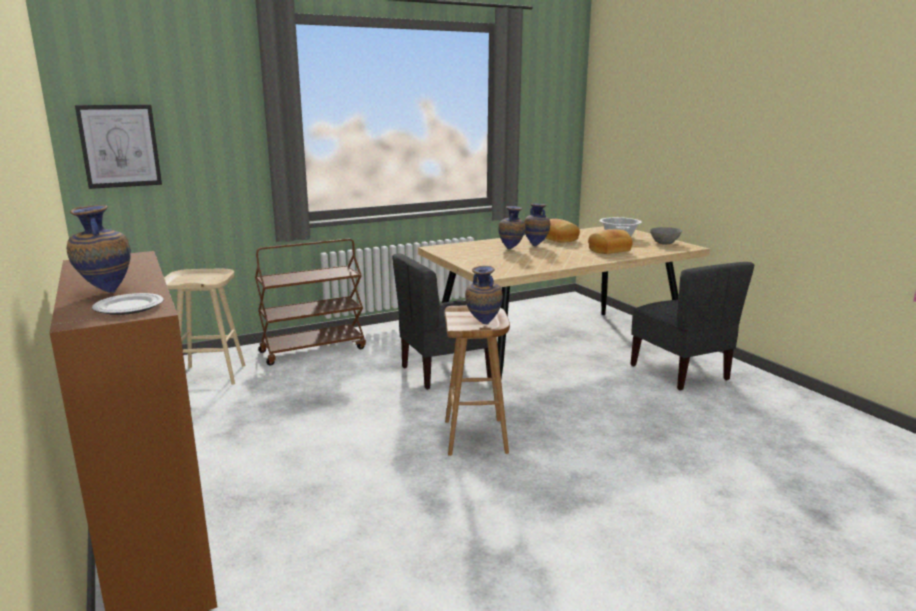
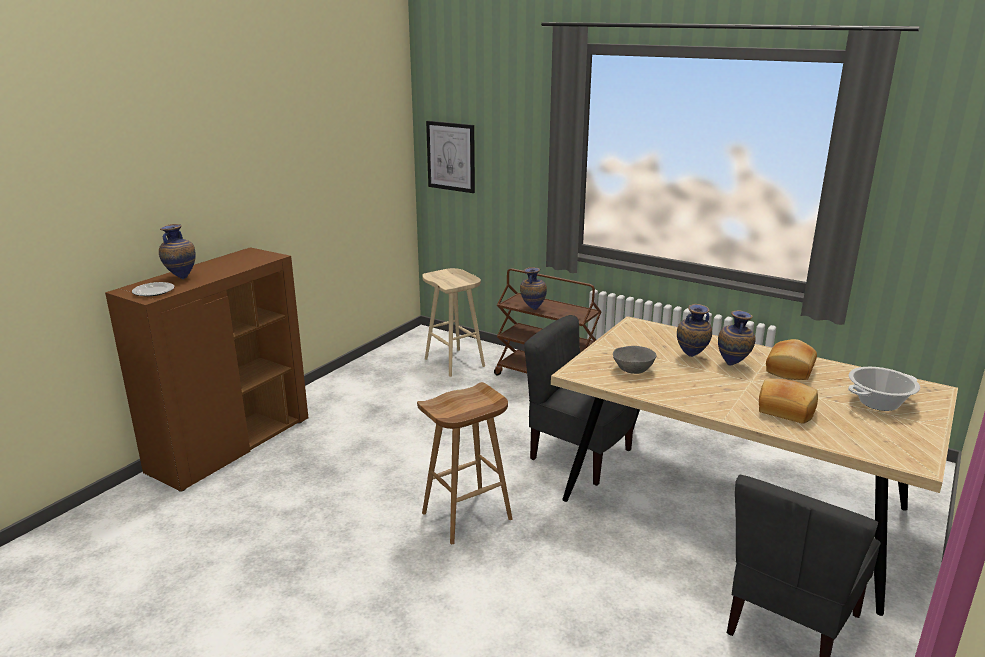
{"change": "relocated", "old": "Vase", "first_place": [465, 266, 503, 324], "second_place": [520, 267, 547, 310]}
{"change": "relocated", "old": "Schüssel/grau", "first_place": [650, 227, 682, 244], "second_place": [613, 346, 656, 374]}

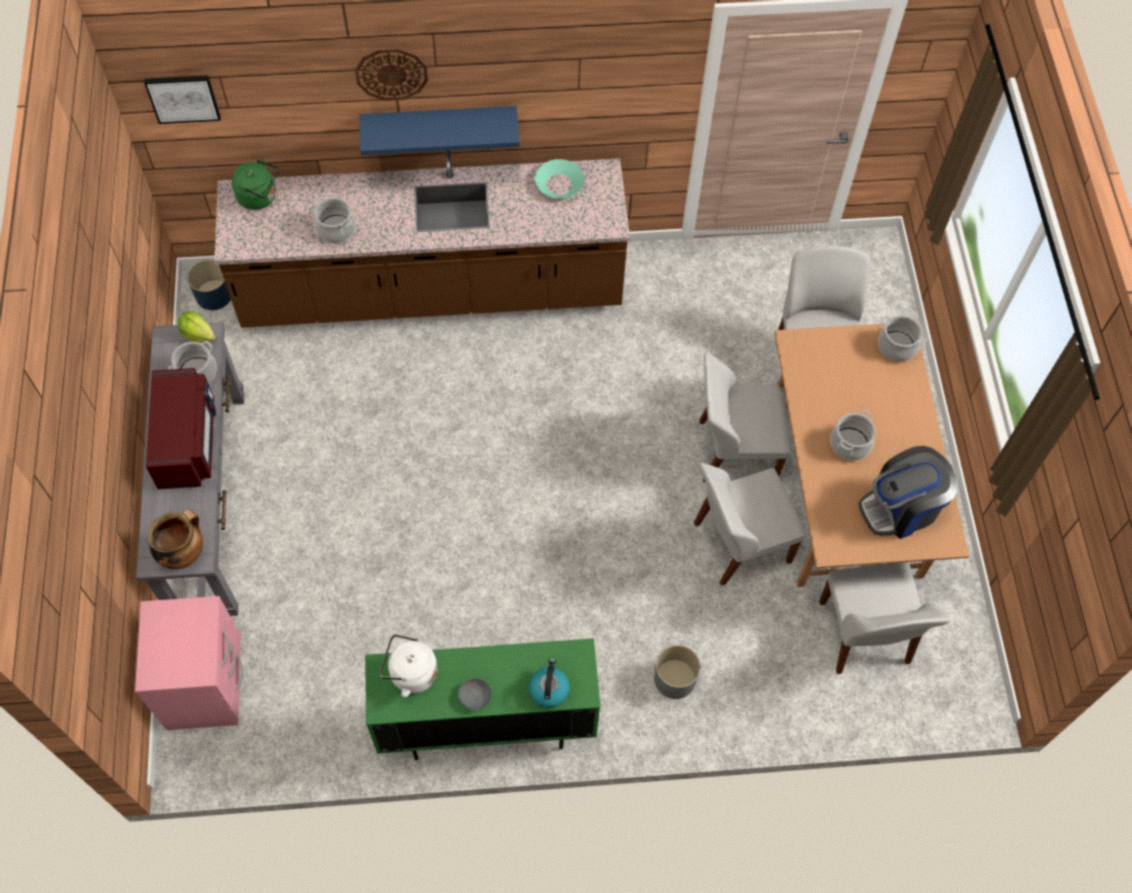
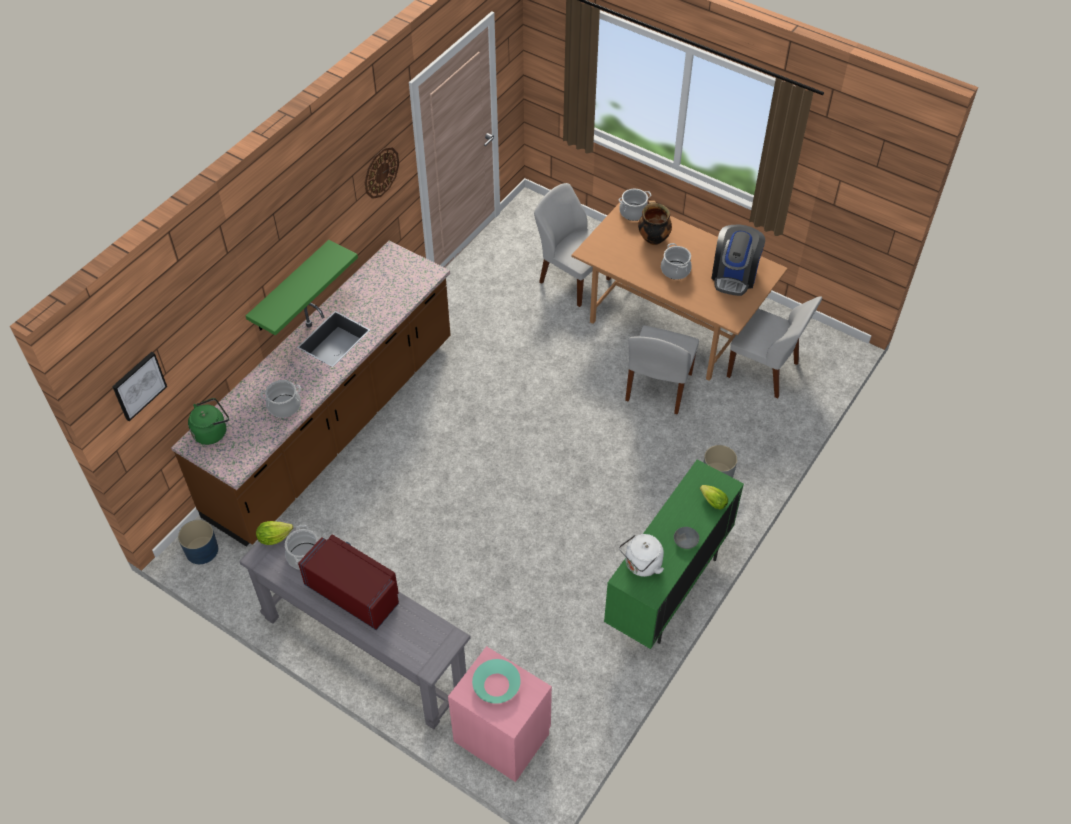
{"change": "colour", "old": "Wandregal/blau", "new": "Wandregal/grün", "first_place": [360, 106, 520, 155], "second_place": [246, 240, 358, 335]}
{"change": "relocated", "old": "Wanduhr", "first_place": [355, 49, 428, 101], "second_place": [365, 147, 399, 199]}
{"change": "relocated", "old": "Schüssel/türkis", "first_place": [535, 159, 584, 199], "second_place": [472, 659, 521, 704]}
{"change": "relocated", "old": "Kochtopf", "first_place": [147, 509, 203, 569], "second_place": [638, 200, 672, 245]}
{"change": "exchanged", "old": "Wasserkessel", "new": "Salatkopf", "first_place": [529, 658, 570, 708], "second_place": [700, 485, 728, 509]}
{"change": "missing", "old": "Stuhl/weiß", "first_place": [699, 352, 790, 482]}

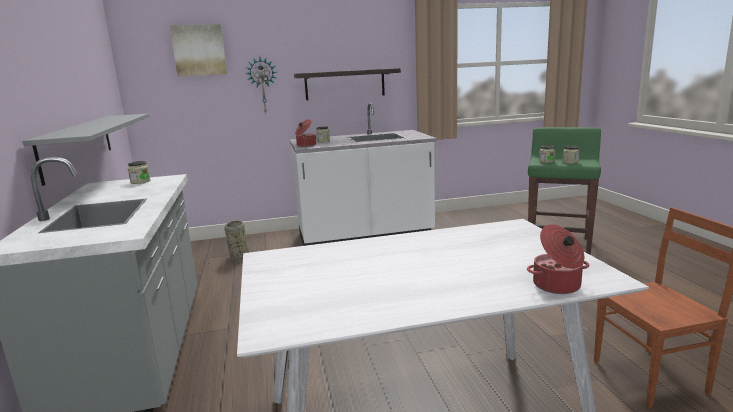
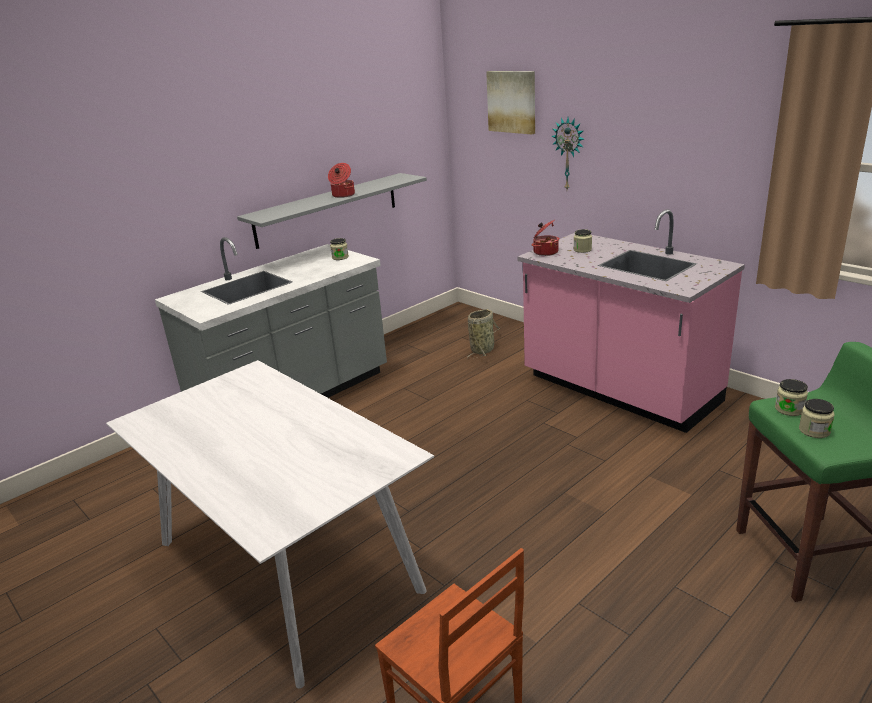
{"change": "relocated", "old": "Kochtopf", "first_place": [527, 224, 589, 294], "second_place": [328, 163, 355, 198]}
{"change": "colour", "old": "Küchenzeile/weiß", "new": "Küchenzeile/rosa", "first_place": [290, 103, 437, 246], "second_place": [518, 209, 745, 433]}
{"change": "missing", "old": "Wandregal", "first_place": [294, 68, 401, 100]}

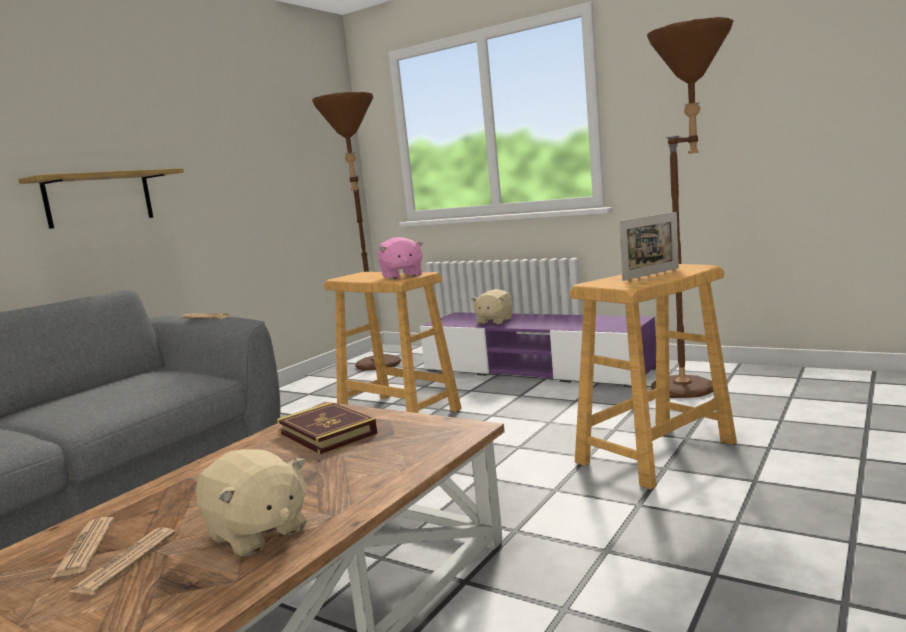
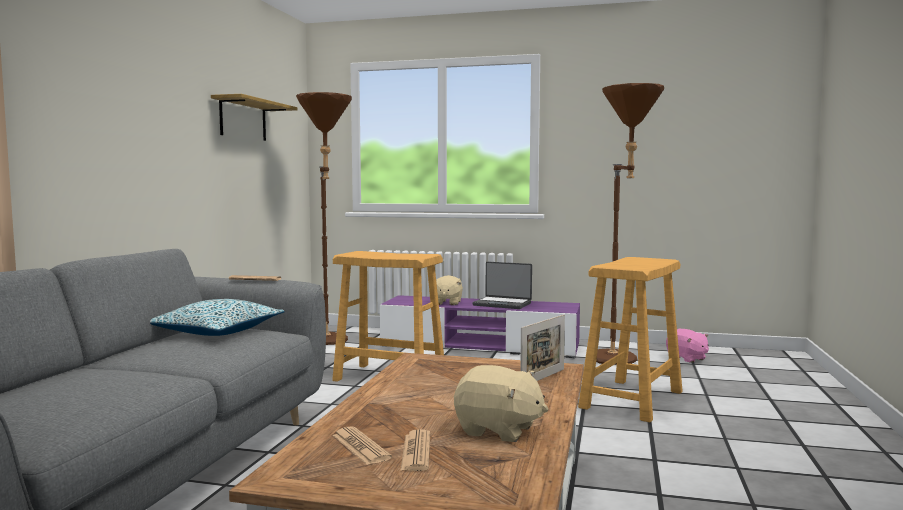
{"change": "appeared", "new": "Kissen", "second_place": [150, 299, 285, 336]}
{"change": "relocated", "old": "Wandregal", "first_place": [18, 168, 184, 229], "second_place": [211, 94, 297, 141]}
{"change": "appeared", "new": "Laptop", "second_place": [472, 262, 532, 309]}
{"change": "relocated", "old": "Bilderrahmen", "first_place": [619, 212, 679, 281], "second_place": [520, 314, 565, 381]}
{"change": "relocated", "old": "Plüschtier/rosa", "first_place": [378, 237, 424, 280], "second_place": [666, 329, 709, 363]}
{"change": "missing", "old": "Buch", "first_place": [277, 402, 378, 454]}

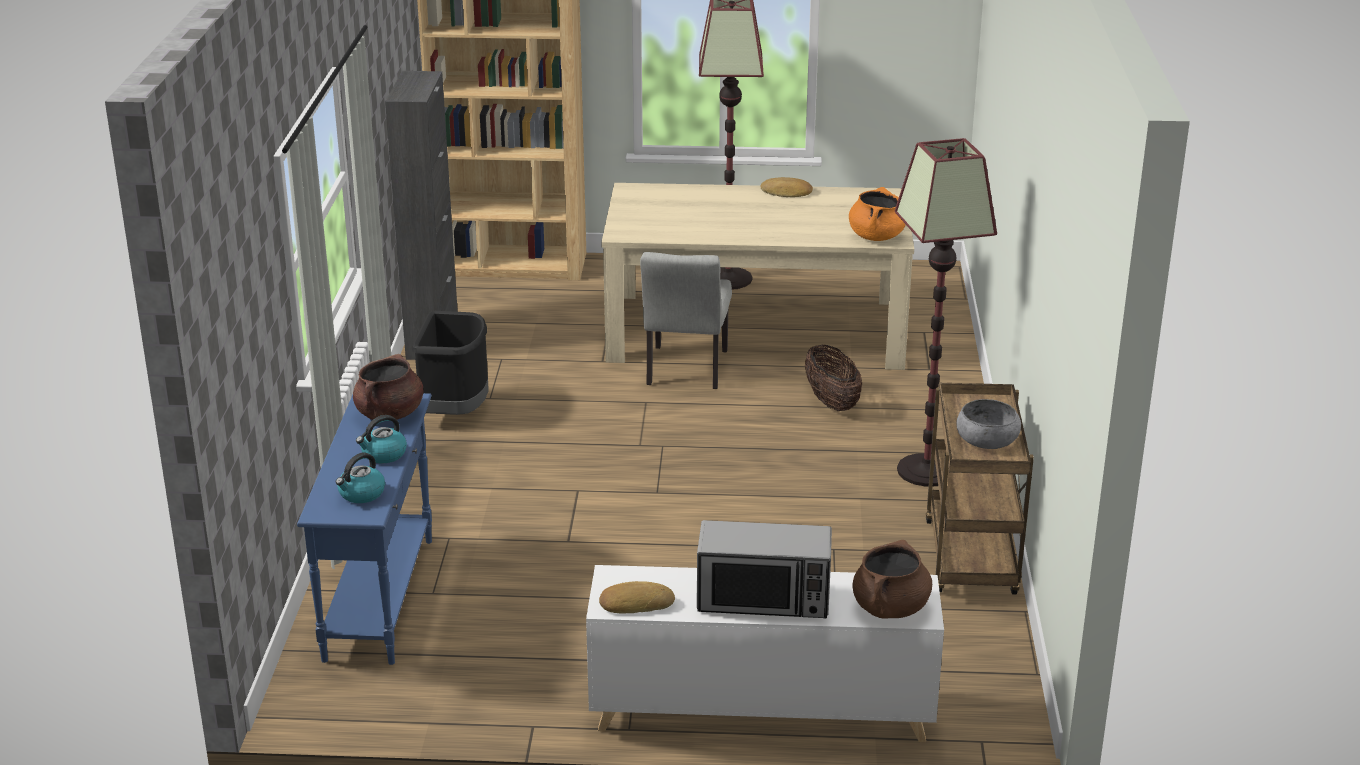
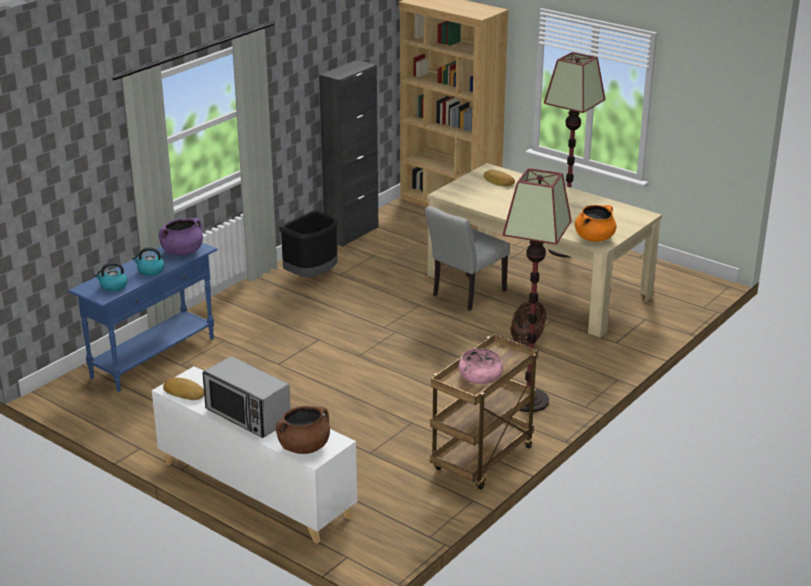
{"change": "colour", "old": "Kochtopf/braun", "new": "Kochtopf/lila", "first_place": [353, 354, 423, 420], "second_place": [159, 218, 203, 256]}
{"change": "colour", "old": "Schüssel/grau", "new": "Schüssel/rosa", "first_place": [956, 399, 1021, 449], "second_place": [459, 348, 503, 384]}
{"change": "relocated", "old": "Brot", "first_place": [761, 177, 813, 197], "second_place": [484, 169, 515, 186]}

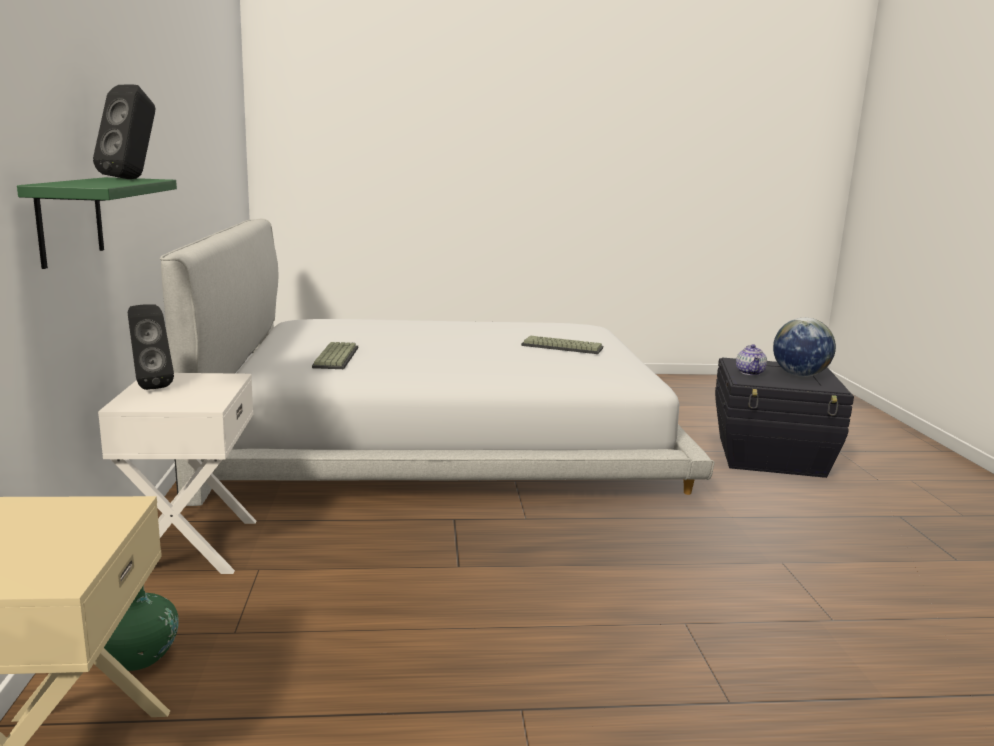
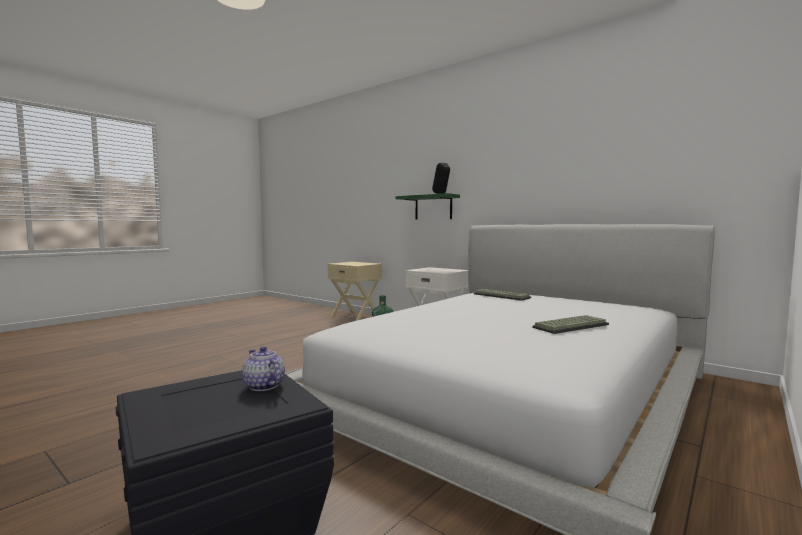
{"change": "relocated", "old": "Tastatur", "first_place": [521, 336, 603, 354], "second_place": [533, 315, 609, 334]}
{"change": "missing", "old": "Lautsprecher/schwarz", "first_place": [128, 304, 174, 390]}
{"change": "missing", "old": "Globus", "first_place": [773, 318, 836, 377]}

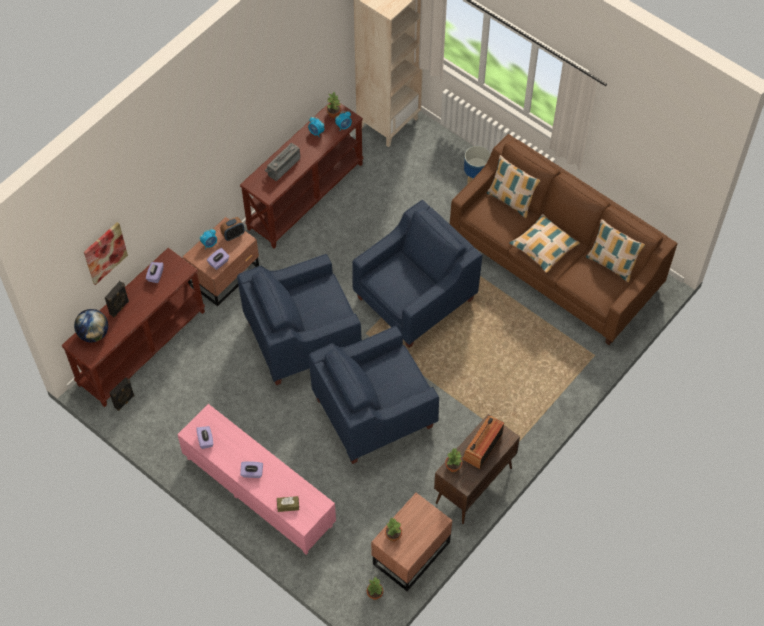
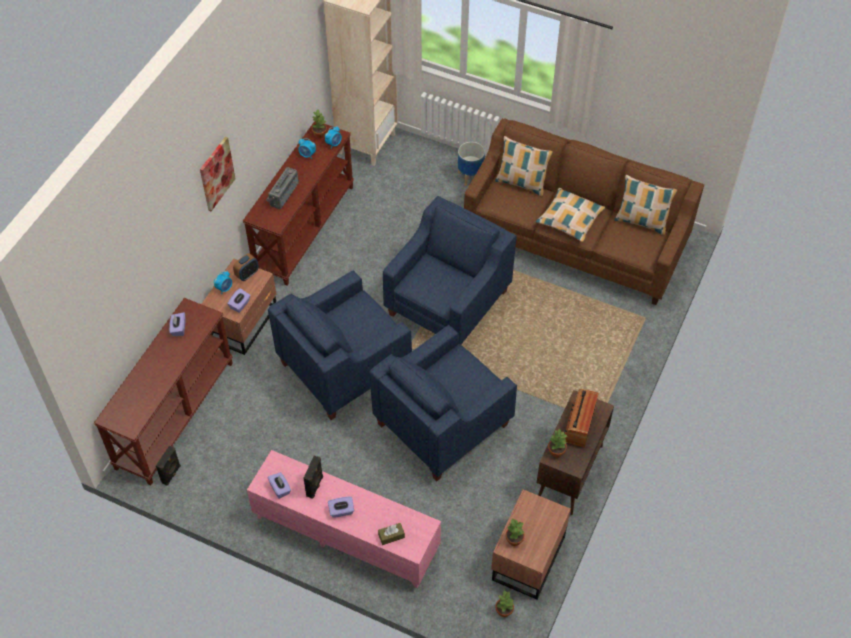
{"change": "relocated", "old": "Bild", "first_place": [84, 222, 128, 285], "second_place": [200, 137, 235, 211]}
{"change": "relocated", "old": "Lautsprecher/schwarz", "first_place": [105, 281, 129, 317], "second_place": [303, 456, 323, 499]}
{"change": "missing", "old": "Globus", "first_place": [74, 309, 108, 342]}

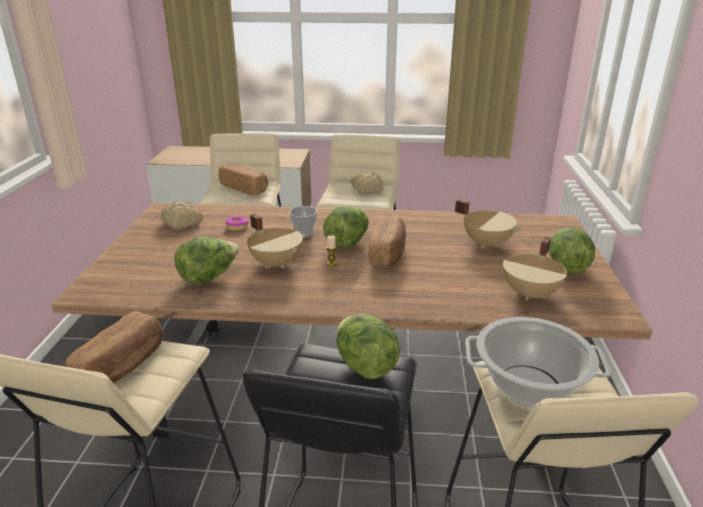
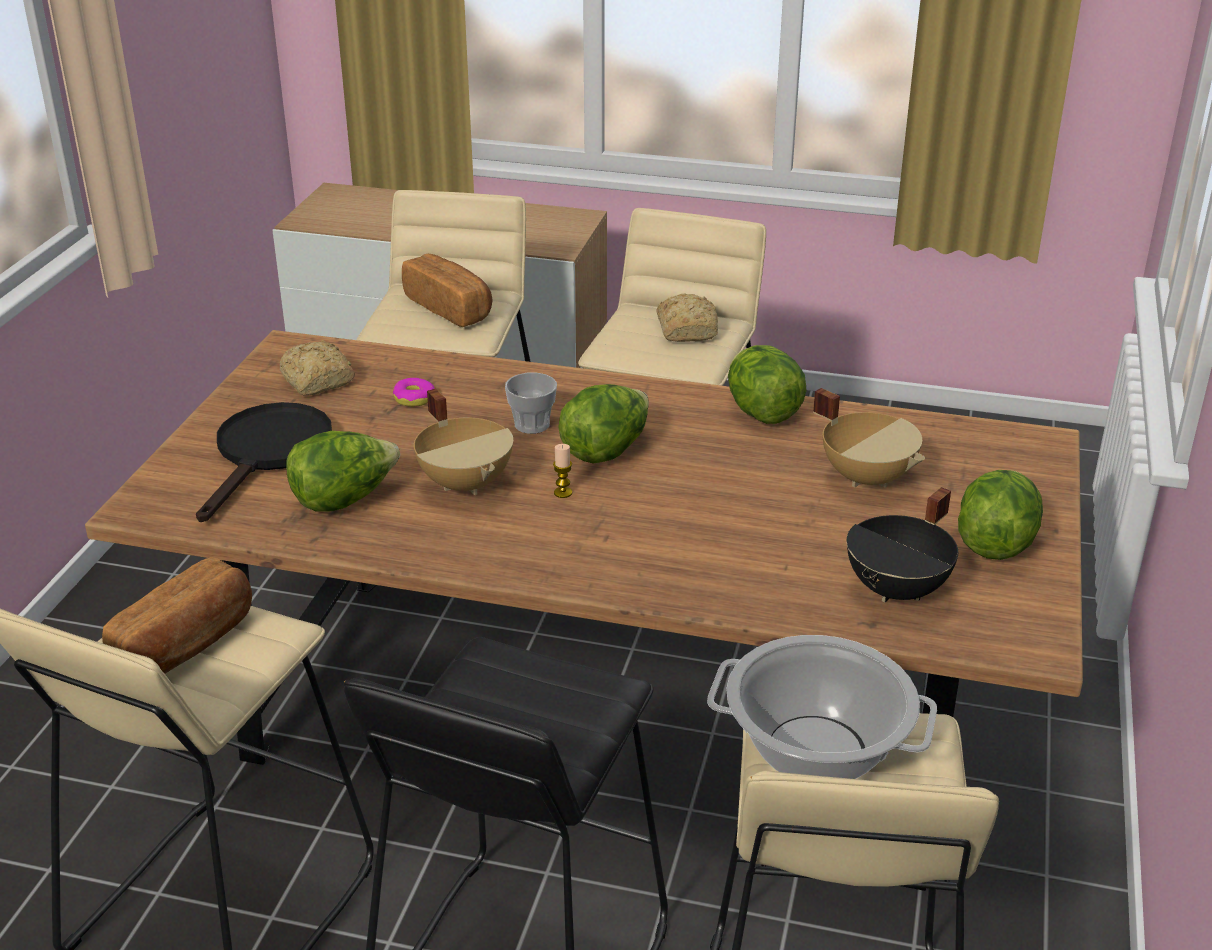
{"change": "appeared", "new": "Pfanne/schwarz", "second_place": [196, 402, 332, 522]}
{"change": "relocated", "old": "Salatkopf", "first_place": [336, 314, 400, 379], "second_place": [728, 345, 807, 424]}
{"change": "colour", "old": "Kochtopf/beige", "new": "Kochtopf/schwarz", "first_place": [503, 237, 567, 301], "second_place": [846, 487, 958, 603]}
{"change": "missing", "old": "Brot", "first_place": [369, 216, 406, 267]}

